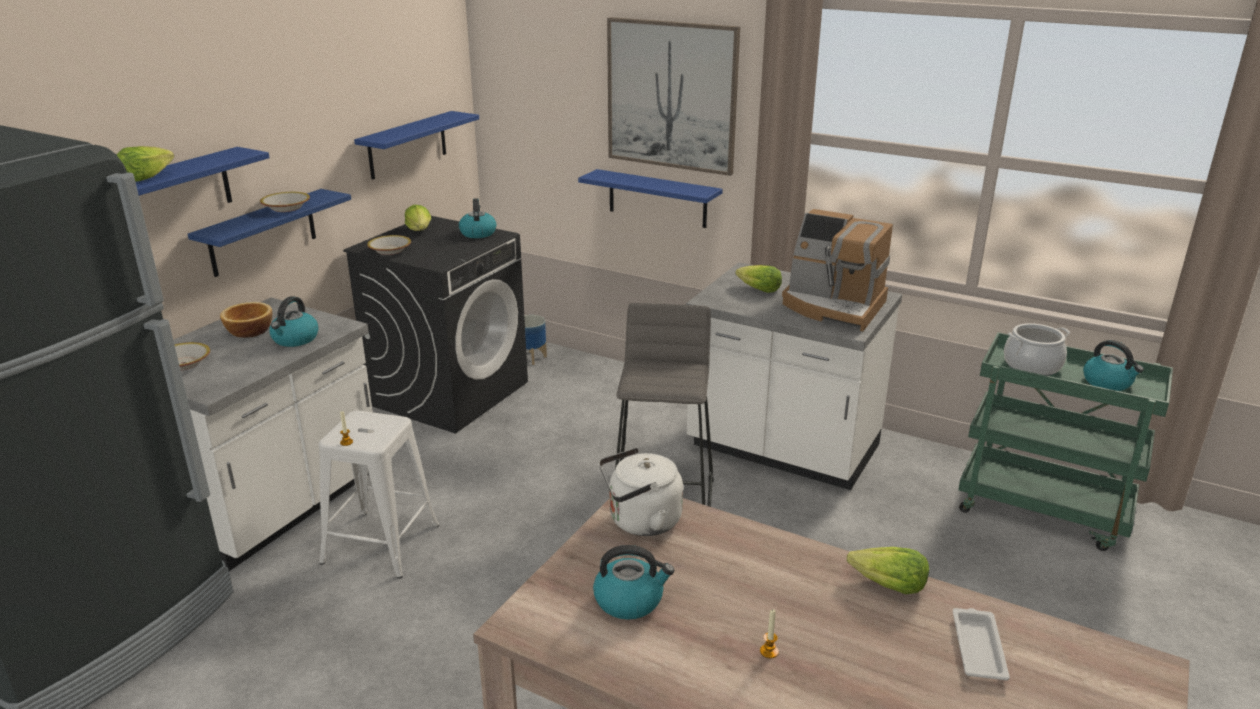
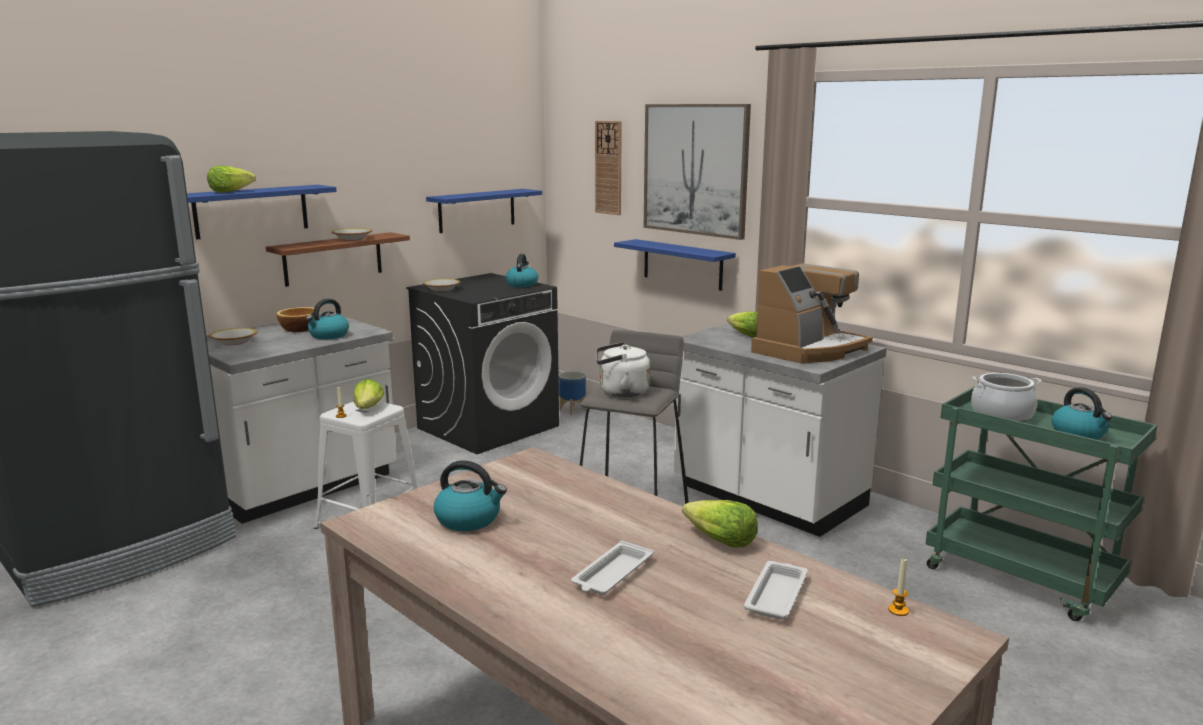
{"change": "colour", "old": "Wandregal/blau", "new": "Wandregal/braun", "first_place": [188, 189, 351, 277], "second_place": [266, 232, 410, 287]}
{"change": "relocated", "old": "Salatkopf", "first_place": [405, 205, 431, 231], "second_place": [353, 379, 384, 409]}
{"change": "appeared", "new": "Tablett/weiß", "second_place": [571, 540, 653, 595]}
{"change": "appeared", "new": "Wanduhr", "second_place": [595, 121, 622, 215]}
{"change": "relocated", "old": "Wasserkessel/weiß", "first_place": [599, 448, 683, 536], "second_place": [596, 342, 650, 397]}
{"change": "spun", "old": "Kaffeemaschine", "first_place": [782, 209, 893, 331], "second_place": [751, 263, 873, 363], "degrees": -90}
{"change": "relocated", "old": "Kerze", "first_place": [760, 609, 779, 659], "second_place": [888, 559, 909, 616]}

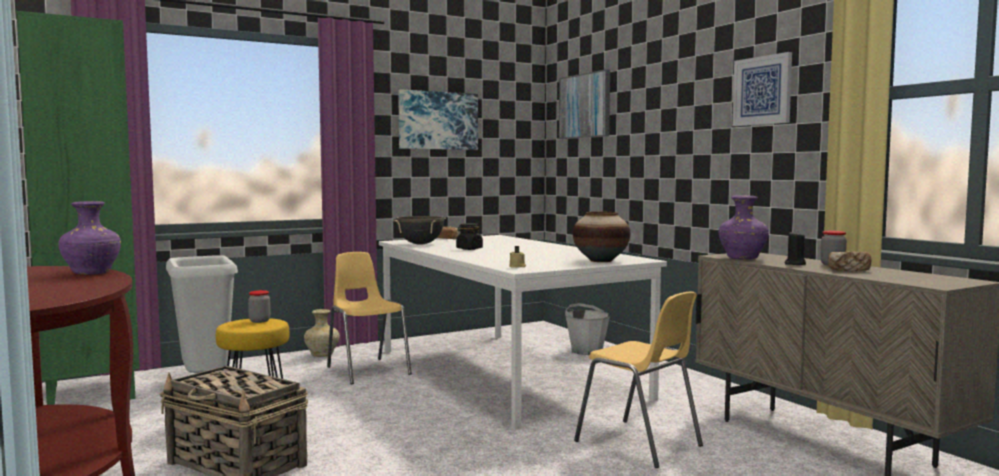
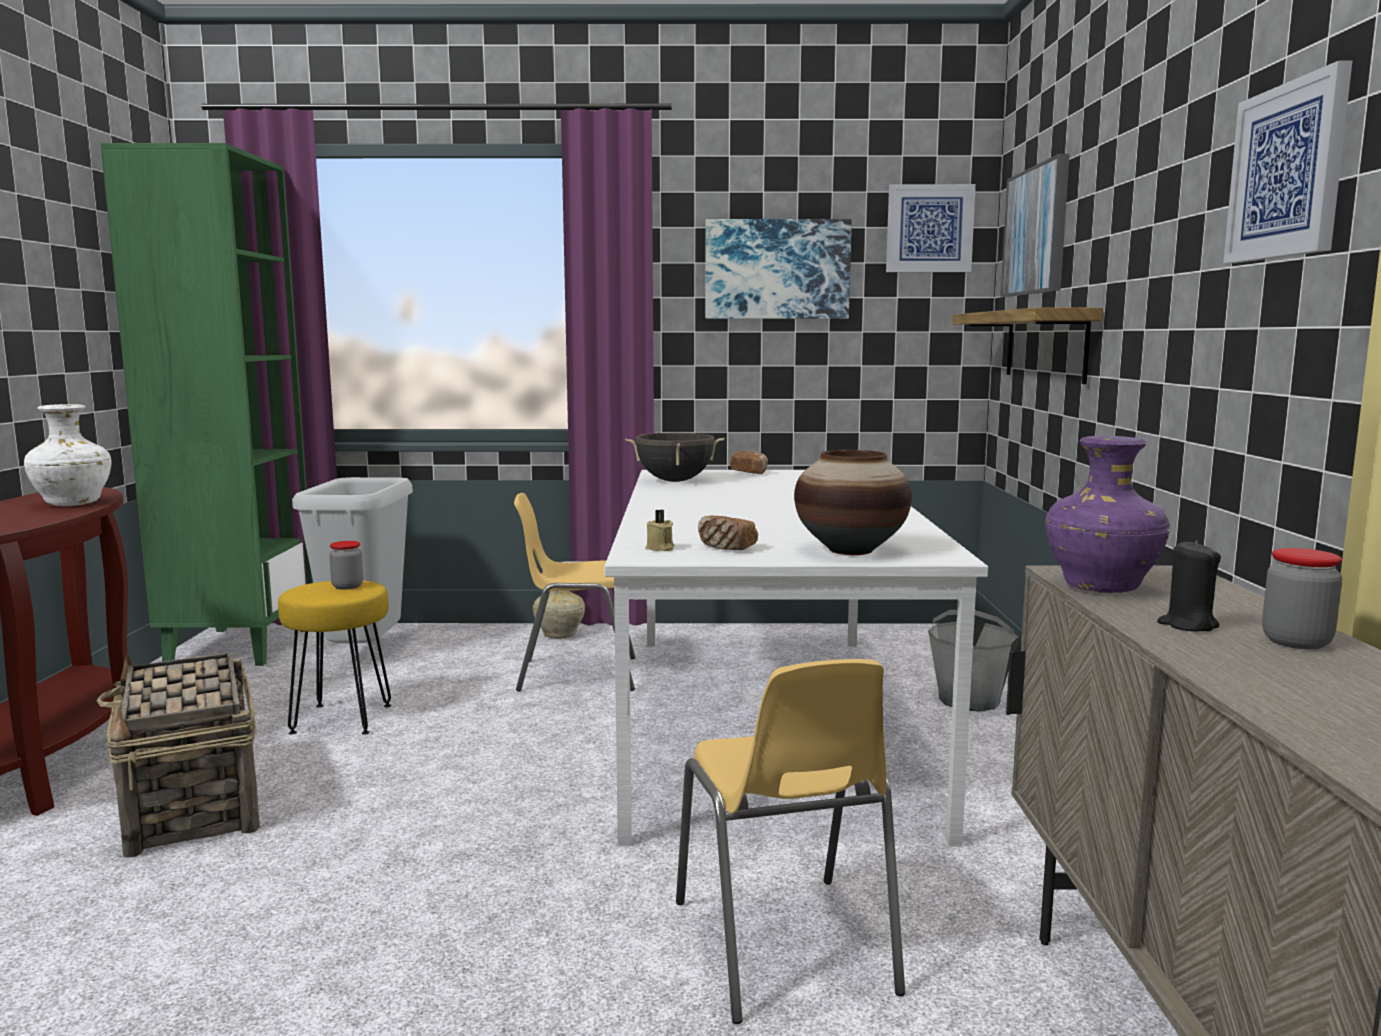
{"change": "colour", "old": "Vase/lila", "new": "Vase/weiß", "first_place": [58, 201, 121, 275], "second_place": [24, 404, 111, 506]}
{"change": "spun", "old": "Stuhl/gelb", "first_place": [327, 252, 412, 384], "second_place": [514, 493, 635, 692], "degrees": -90}
{"change": "relocated", "old": "Brot", "first_place": [828, 251, 871, 271], "second_place": [698, 515, 758, 550]}
{"change": "appeared", "new": "Bild", "second_place": [886, 184, 976, 272]}
{"change": "appeared", "new": "Wandregal", "second_place": [953, 308, 1103, 384]}
{"change": "missing", "old": "Vorratsglas/schwarz", "first_place": [456, 223, 483, 250]}

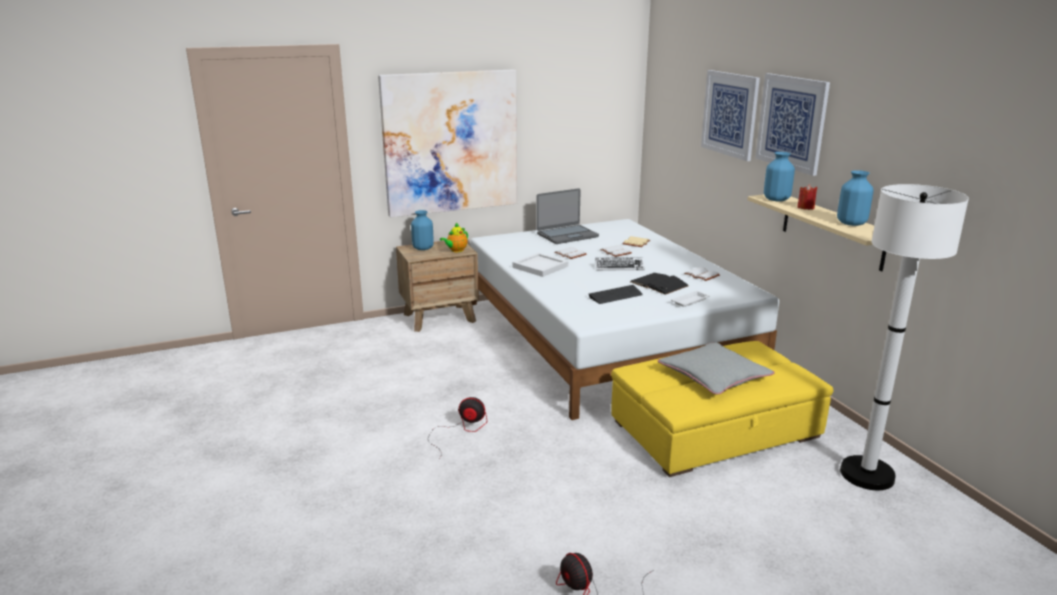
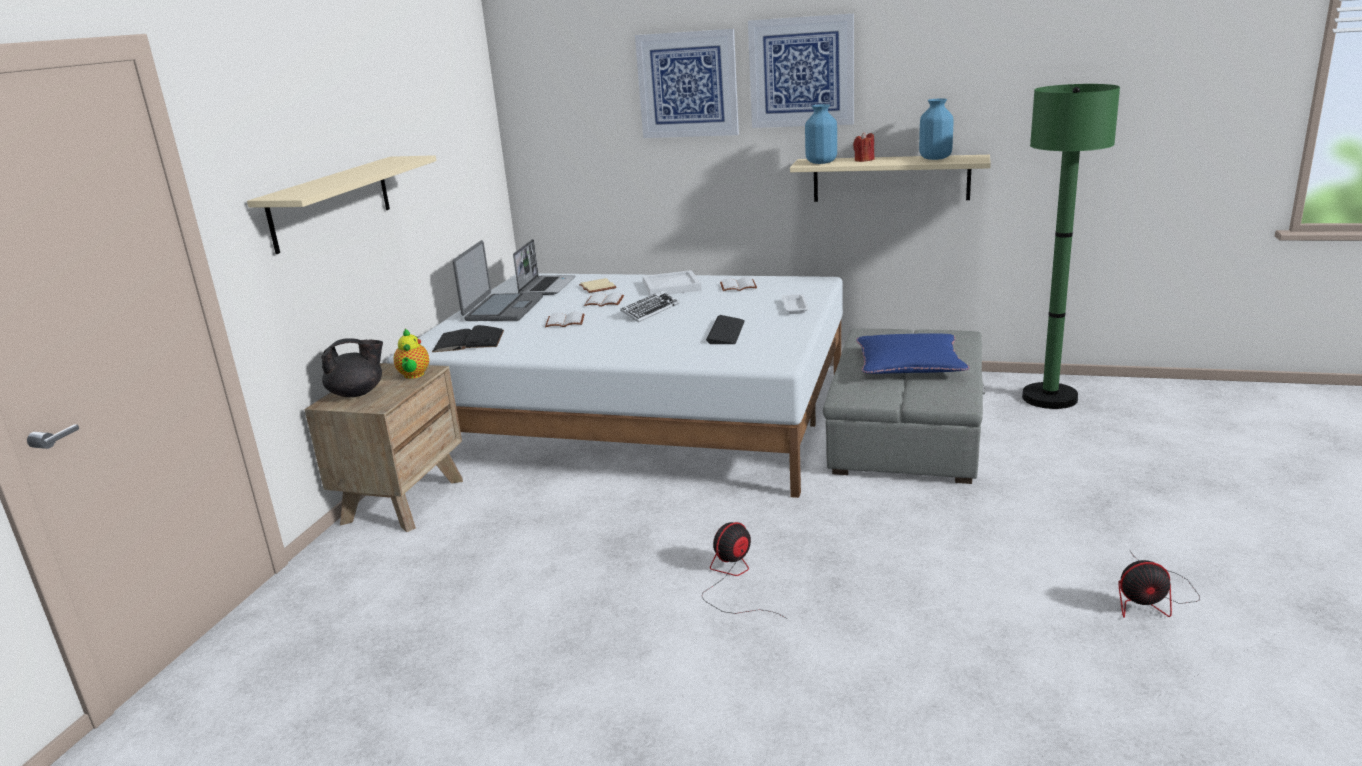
{"change": "exchanged", "old": "Bild", "new": "Wandregal/beige", "first_place": [378, 70, 517, 217], "second_place": [247, 155, 436, 254]}
{"change": "exchanged", "old": "Vase/blau", "new": "Teekanne/schwarz", "first_place": [411, 210, 434, 250], "second_place": [321, 338, 383, 397]}
{"change": "relocated", "old": "Buch/schwarz", "first_place": [630, 273, 689, 295], "second_place": [432, 325, 504, 352]}
{"change": "appeared", "new": "Laptop", "second_place": [513, 239, 575, 295]}
{"change": "relocated", "old": "Tablett/weiß", "first_place": [513, 253, 568, 277], "second_place": [643, 270, 702, 296]}
{"change": "colour", "old": "Polsterhocker/gelb", "new": "Polsterhocker/grau", "first_place": [611, 341, 833, 477], "second_place": [823, 329, 985, 484]}
{"change": "colour", "old": "Kissen/grau", "new": "Kissen/blau", "first_place": [658, 342, 774, 394], "second_place": [856, 333, 969, 374]}
{"change": "colour", "old": "Stehlampe/weiß", "new": "Stehlampe/grün", "first_place": [840, 184, 969, 490], "second_place": [1022, 84, 1120, 409]}

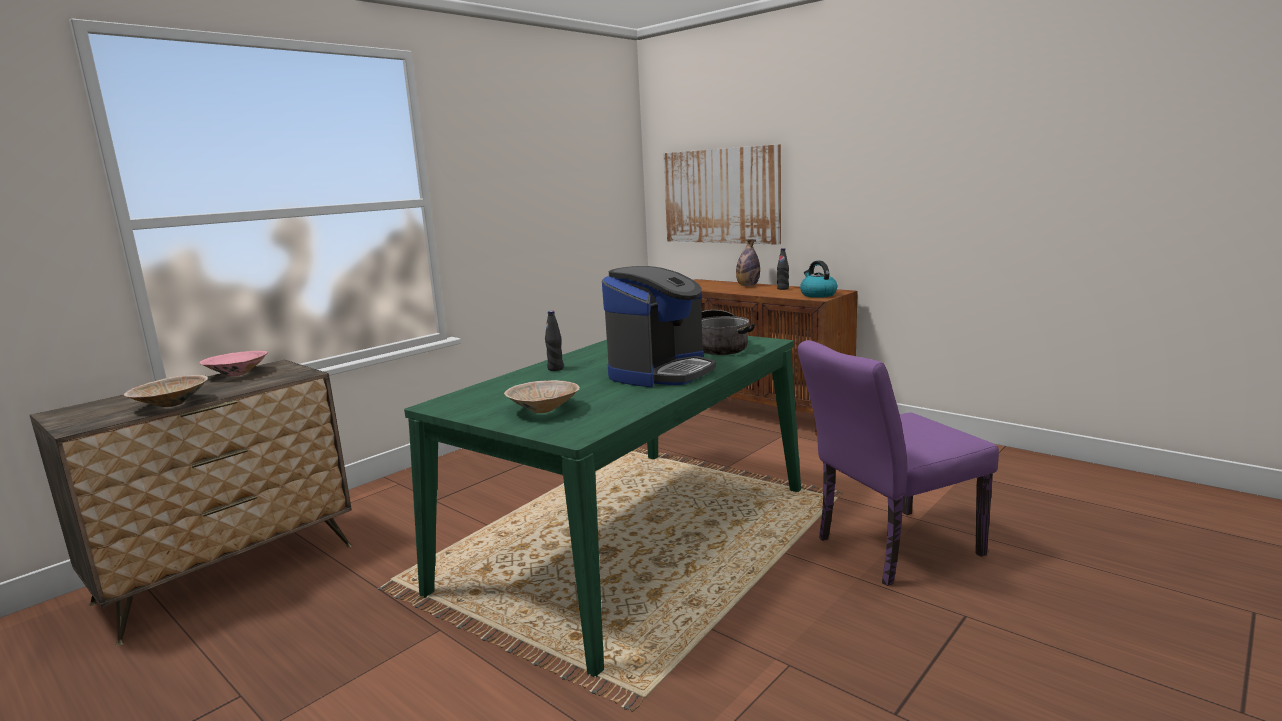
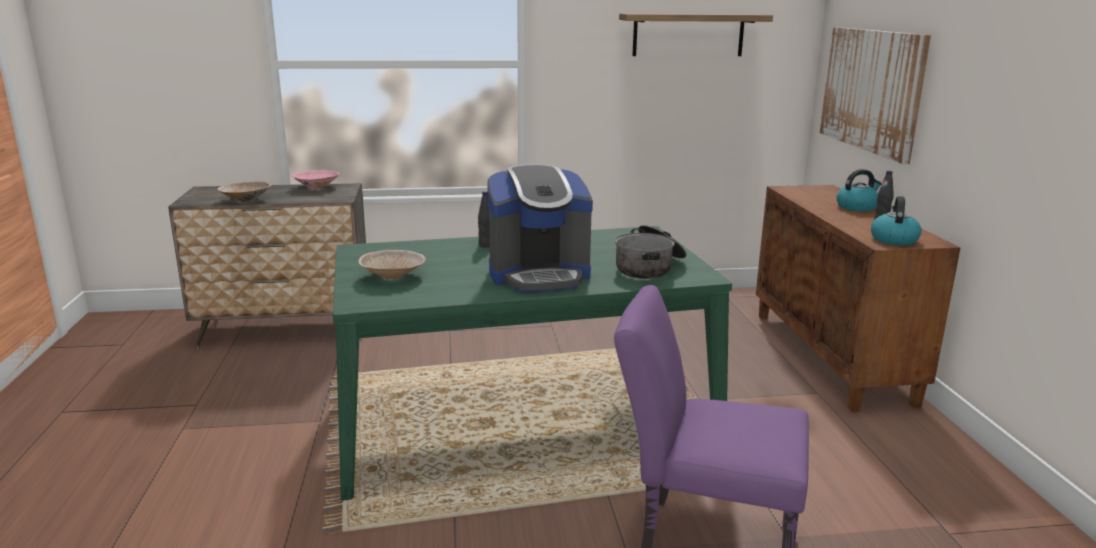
{"change": "appeared", "new": "Wandregal", "second_place": [619, 13, 773, 56]}
{"change": "exchanged", "old": "Flasche", "new": "Wasserkessel", "first_place": [736, 239, 760, 286], "second_place": [836, 169, 882, 212]}

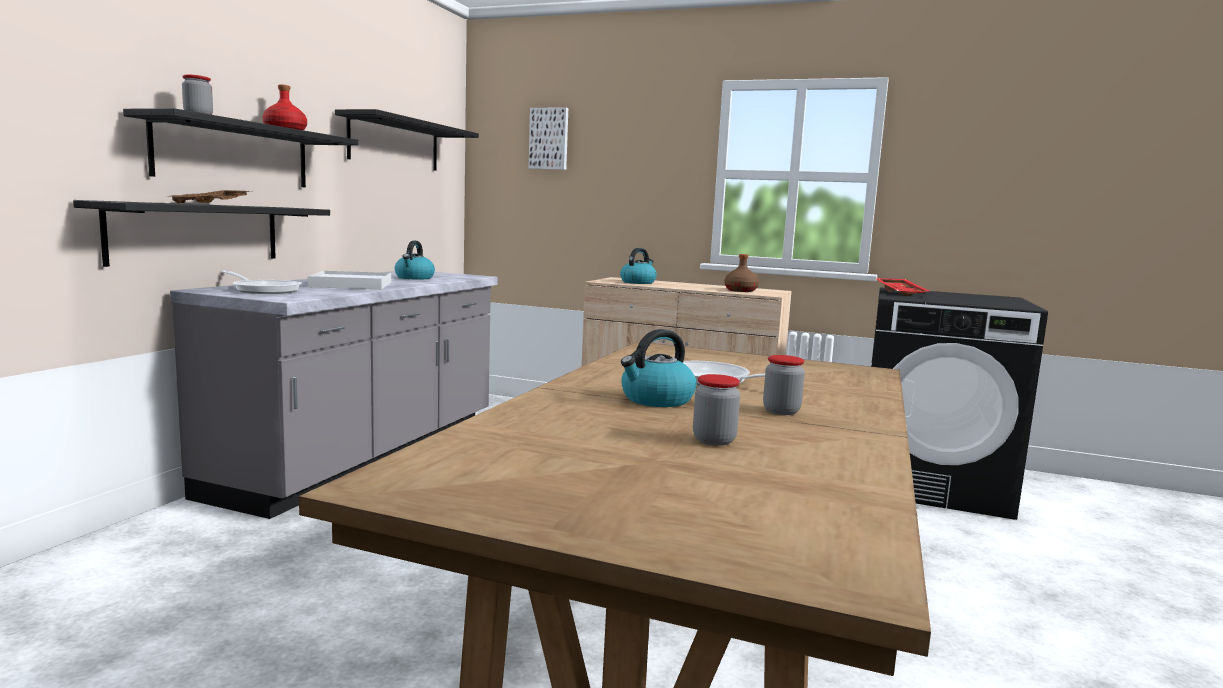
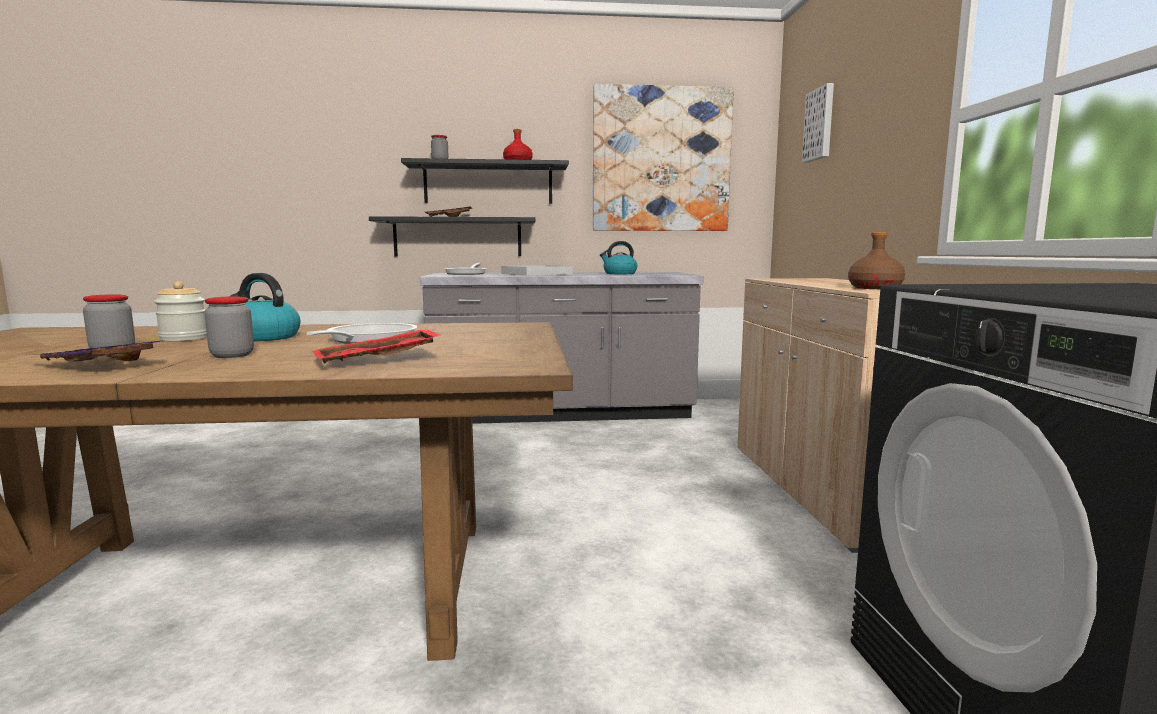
{"change": "appeared", "new": "Tablett/lila", "second_place": [27, 340, 166, 361]}
{"change": "appeared", "new": "Vorratsglas", "second_place": [154, 281, 207, 341]}
{"change": "relocated", "old": "Tablett/rot", "first_place": [875, 278, 930, 296], "second_place": [313, 329, 441, 363]}
{"change": "exchanged", "old": "Wandregal/schwarz", "new": "Bild", "first_place": [335, 109, 479, 171], "second_place": [593, 84, 734, 231]}
{"change": "missing", "old": "Wasserkessel", "first_place": [620, 248, 657, 284]}

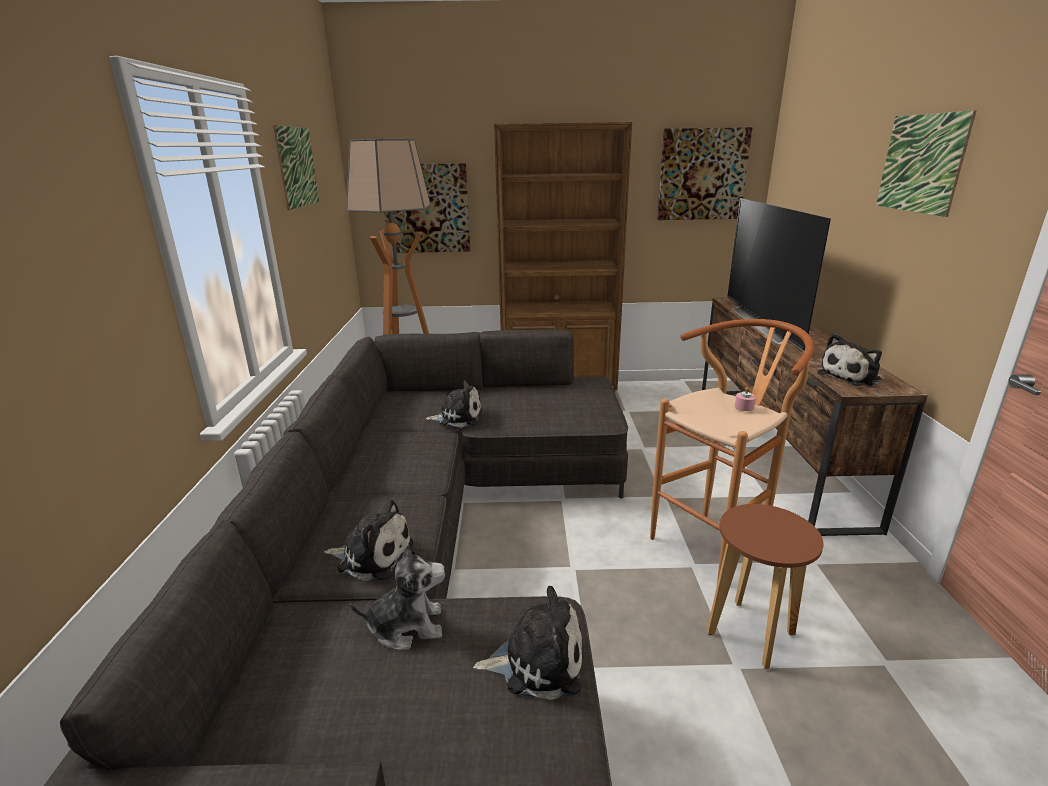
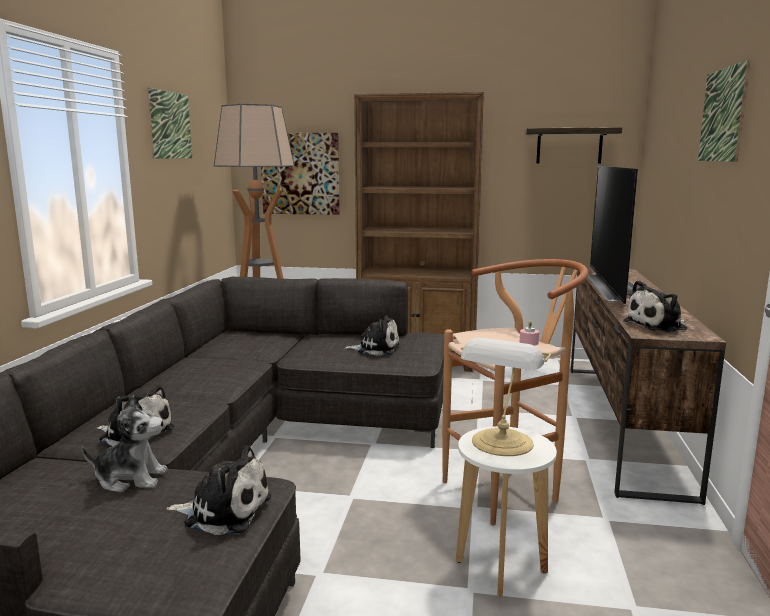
{"change": "relocated", "old": "Plüschtier", "first_place": [426, 381, 482, 428], "second_place": [344, 315, 400, 356]}
{"change": "colour", "old": "Hocker/braun", "new": "Hocker/weiß", "first_place": [707, 504, 824, 669], "second_place": [455, 426, 557, 596]}
{"change": "appeared", "new": "Tischlampe", "second_place": [461, 338, 551, 456]}
{"change": "exchanged", "old": "Bild", "new": "Wandregal", "first_place": [657, 127, 752, 220], "second_place": [525, 127, 622, 163]}

